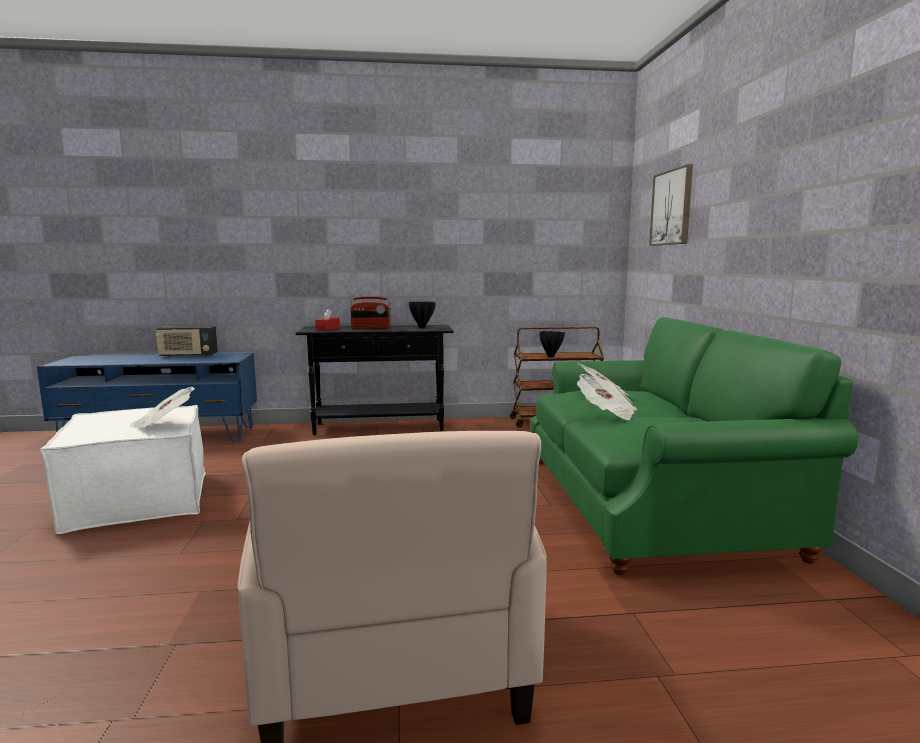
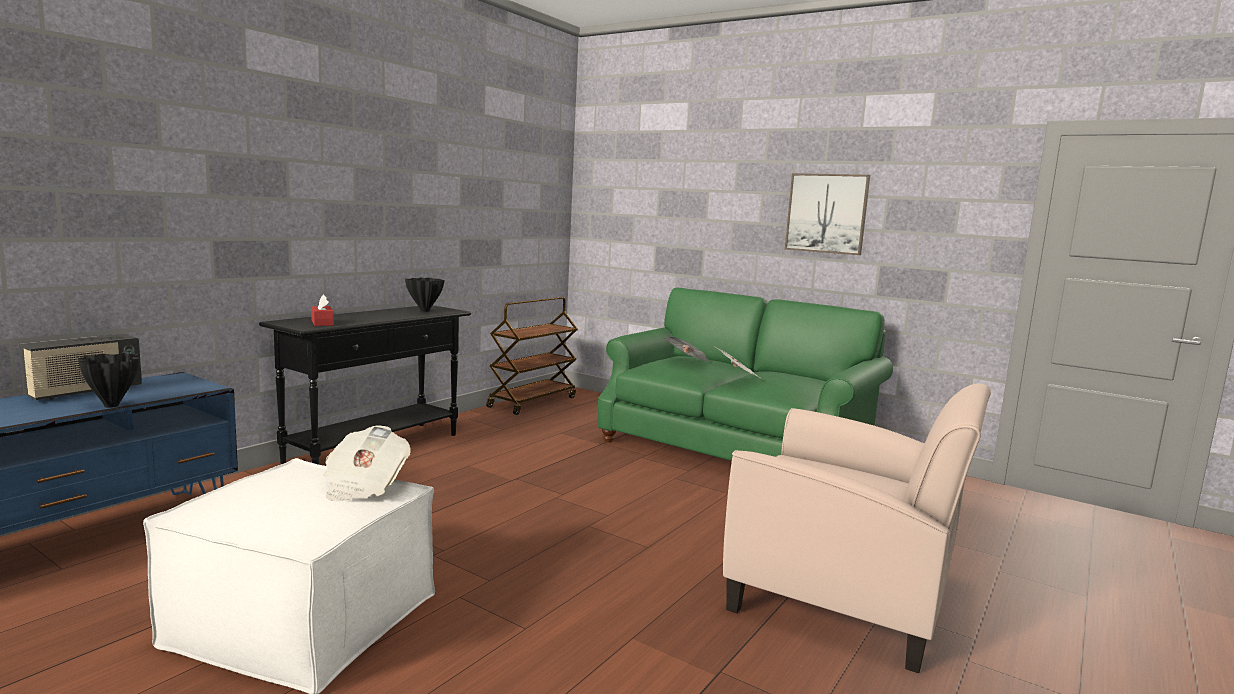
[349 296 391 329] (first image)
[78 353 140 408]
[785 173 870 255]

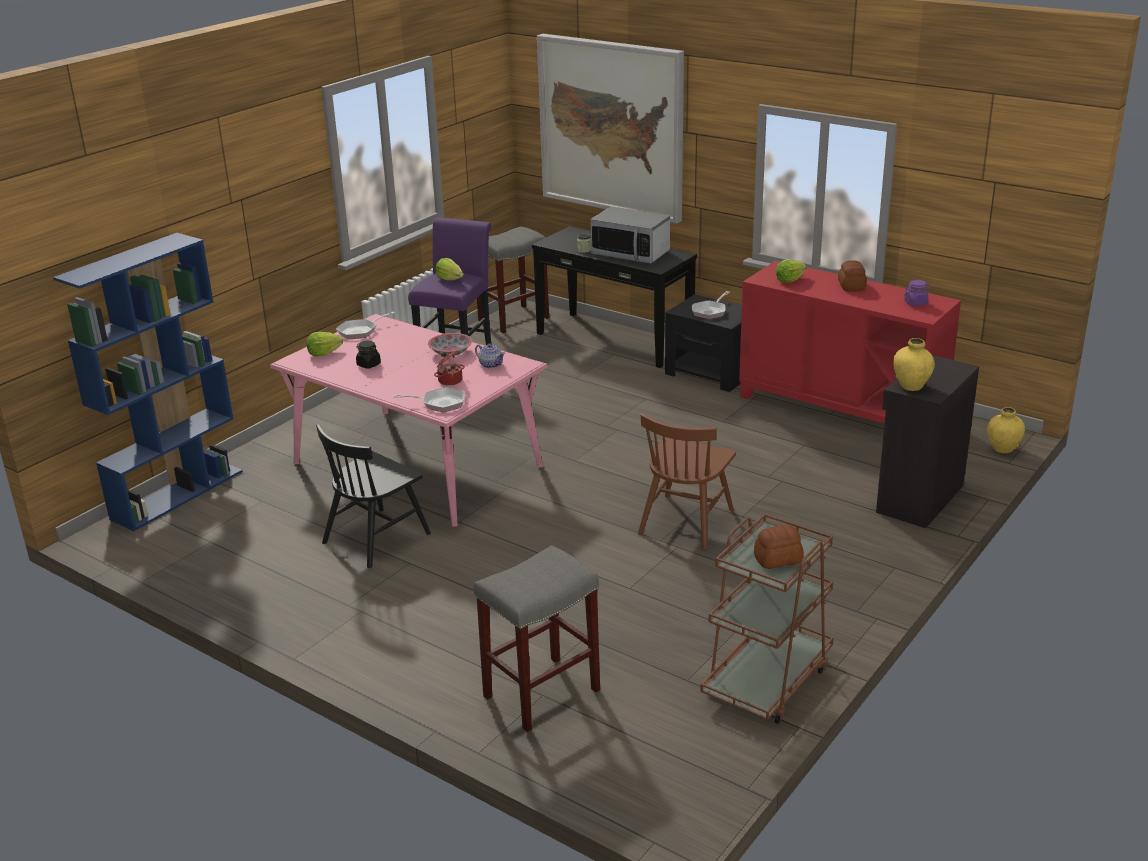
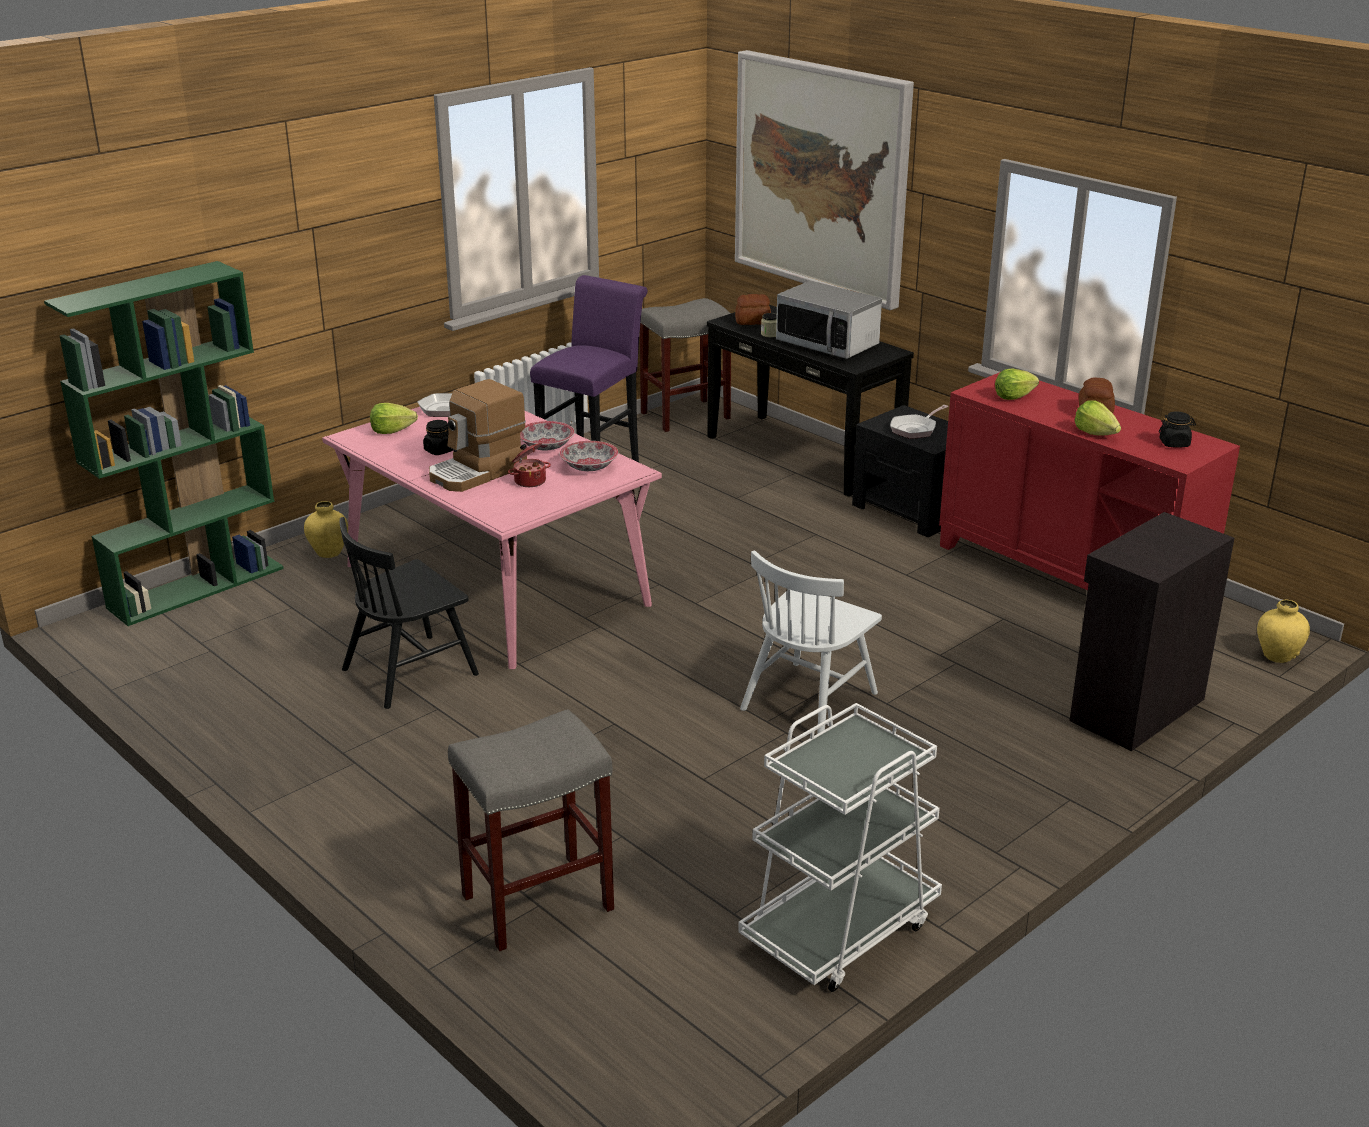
[44 261 284 626]
[393 387 465 412] (first image)
[1075 400 1121 436]
[559 441 618 471]
[740 550 882 734]
[738 703 942 992]
[735 294 771 325]
[304 501 348 558]
[1159 412 1196 448]
[429 379 527 492]

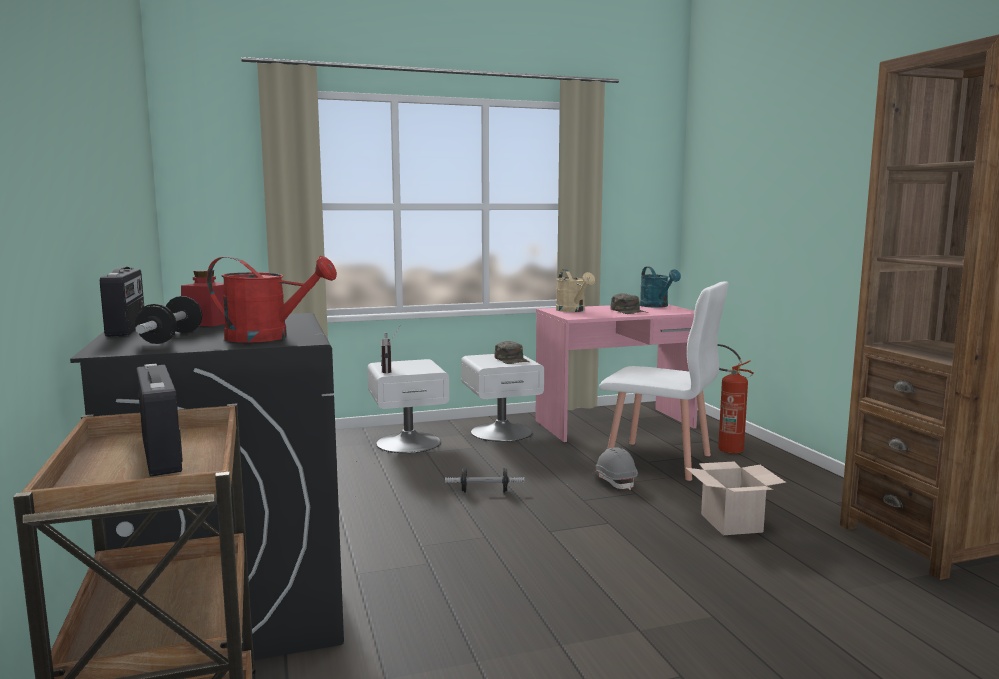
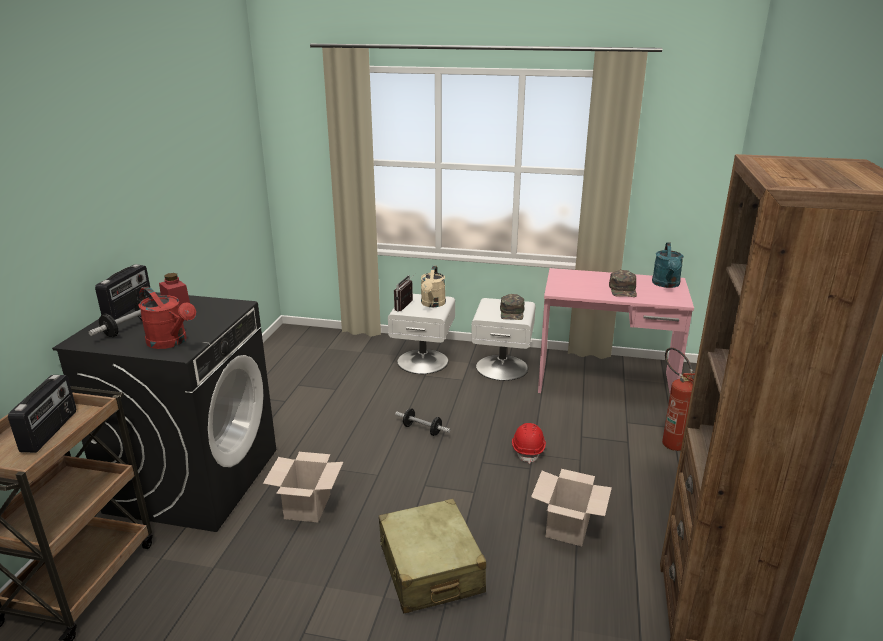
[421 265 446 307]
[512 423 546 464]
[599 281 728 481] (first image)
[263 452 343 523]
[379 498 486 613]

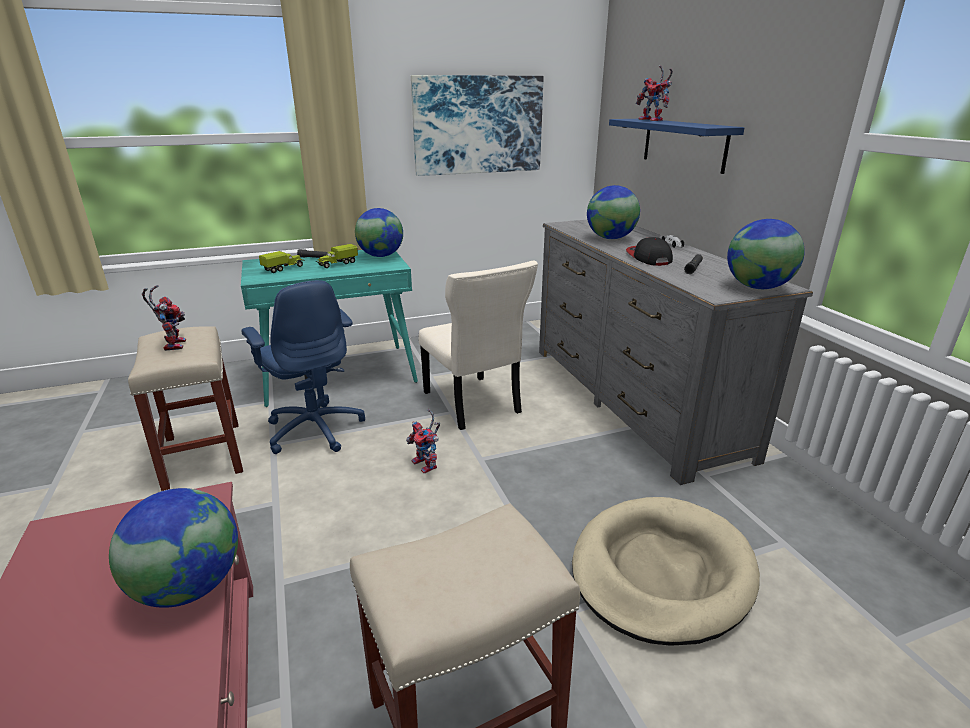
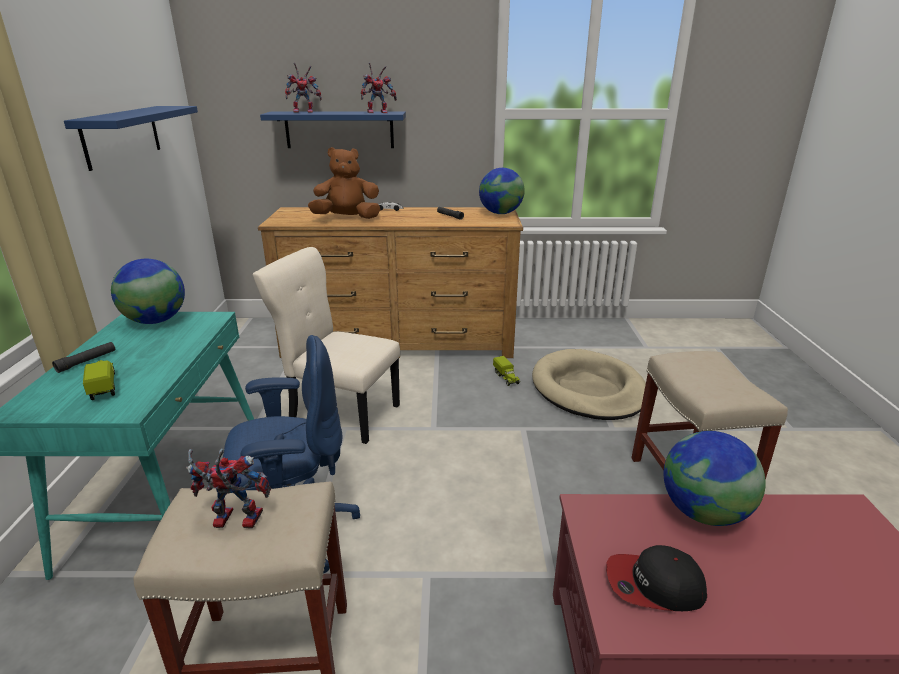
[493 356 520 386]
[361 63 397 113]
[64 106 198 171]
[253 247 400 444]
[258 207 523 358]
[308 147 380 219]
[606 545 707 611]

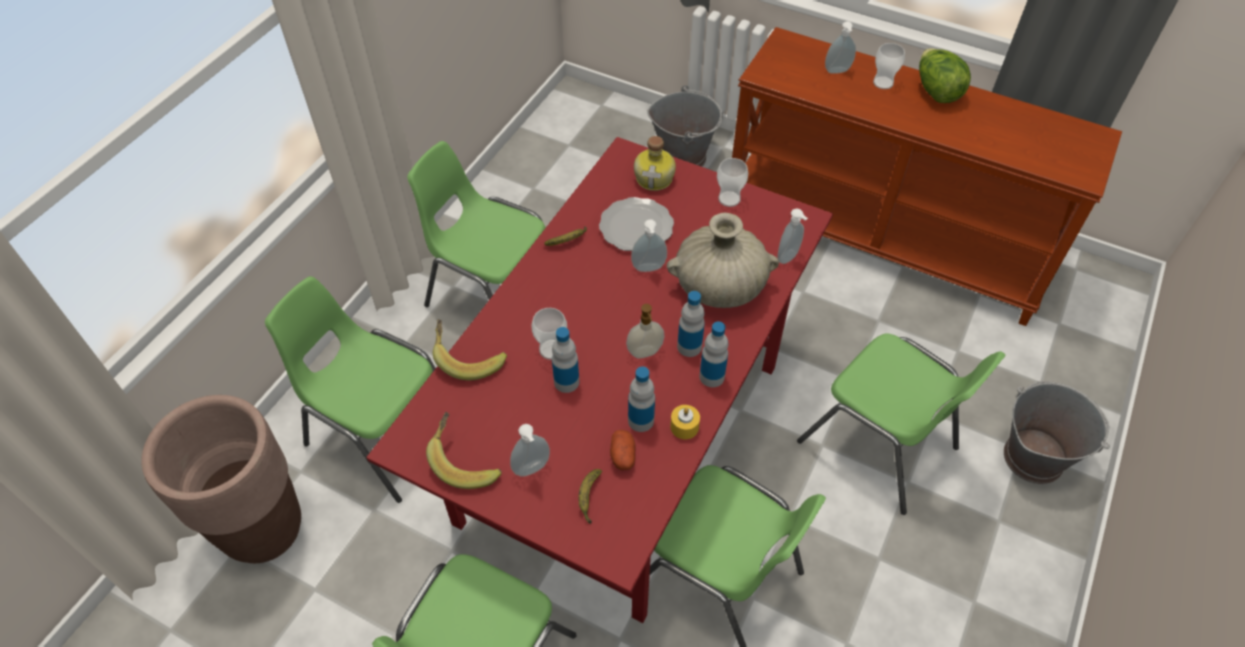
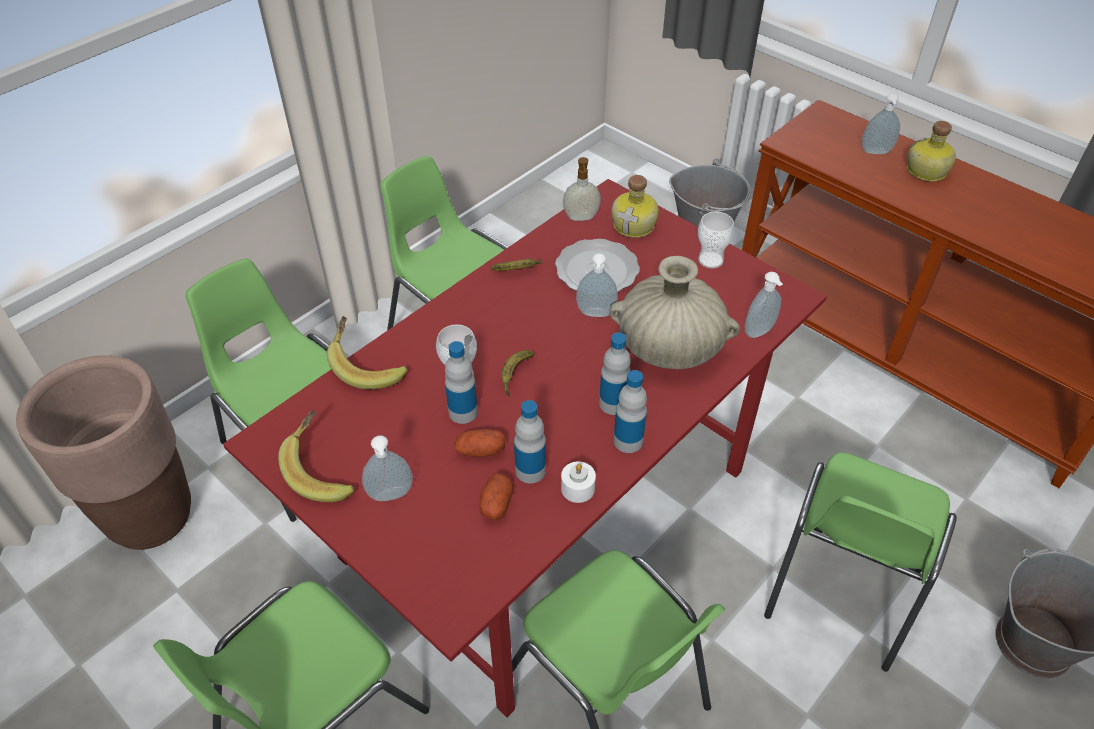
[501 350 535 397]
[563 157 601 221]
[561 462 596 503]
[764 452 957 672]
[907 121 956 181]
[919 48 971 103] (first image)
[454 429 505 457]

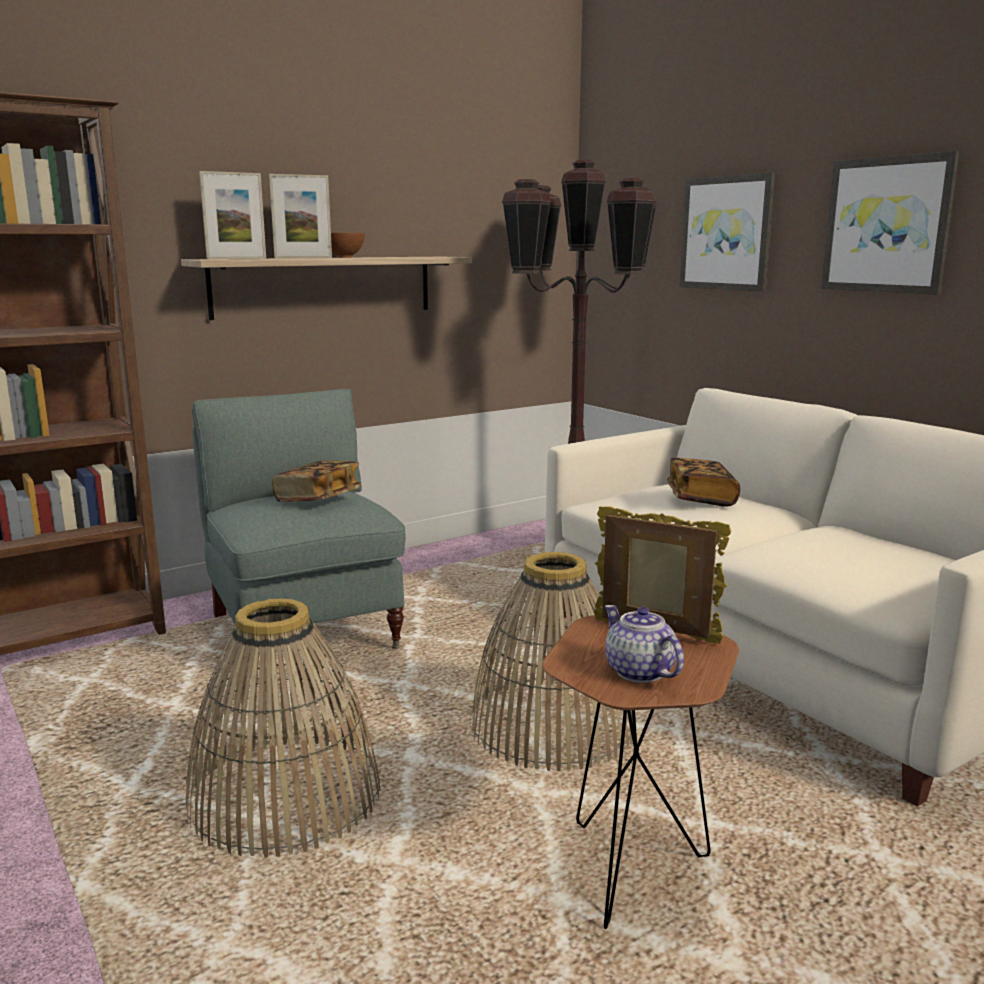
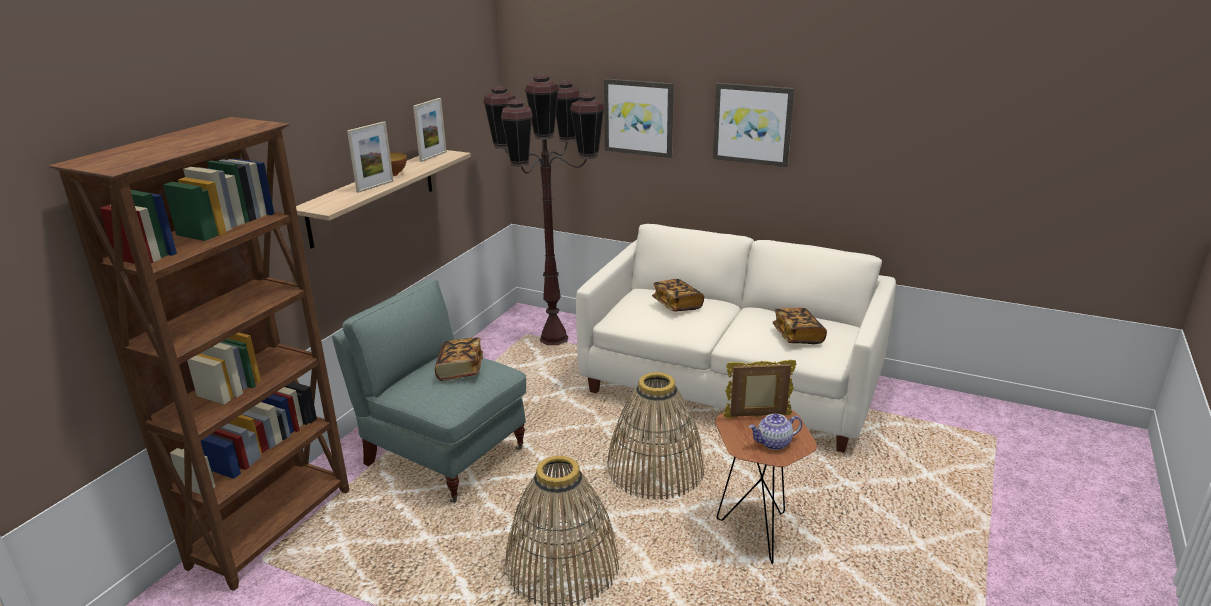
[413 98 447 162]
[749 414 802 450]
[772 308 827 344]

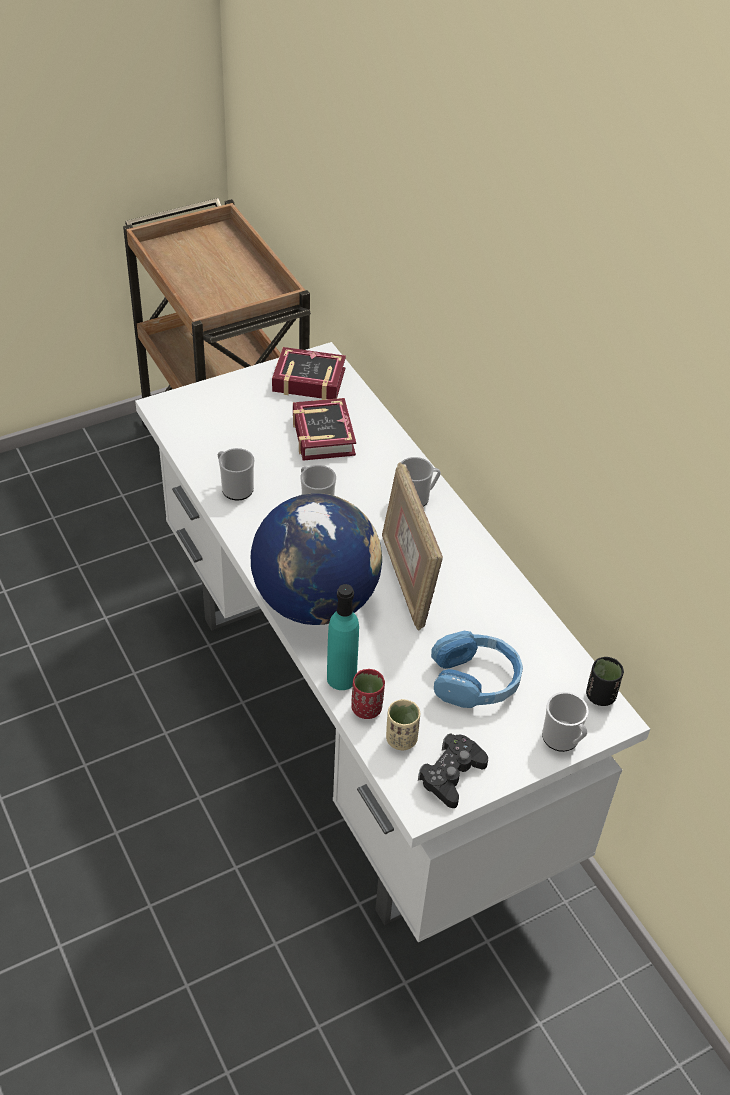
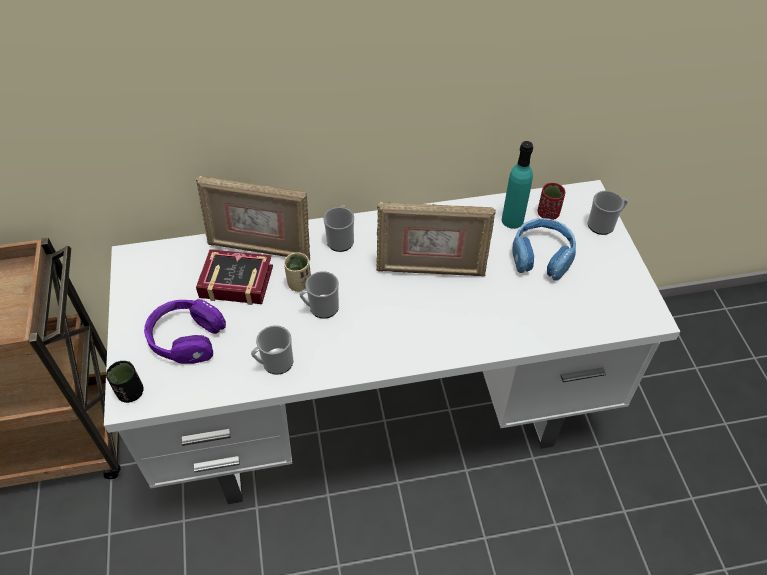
[251 493 382 625] (first image)
[272 347 346 400] (first image)
[502 141 533 229]
[537 183 565 220]
[284 252 311 292]
[418 733 488 808] (first image)
[106 361 143 403]
[144 299 226 364]
[196 176 310 260]

